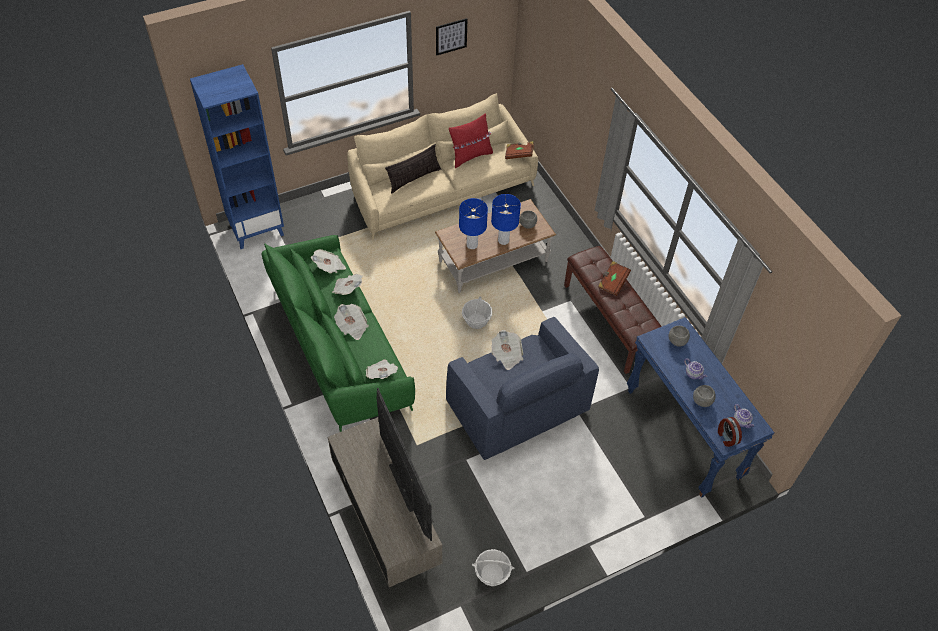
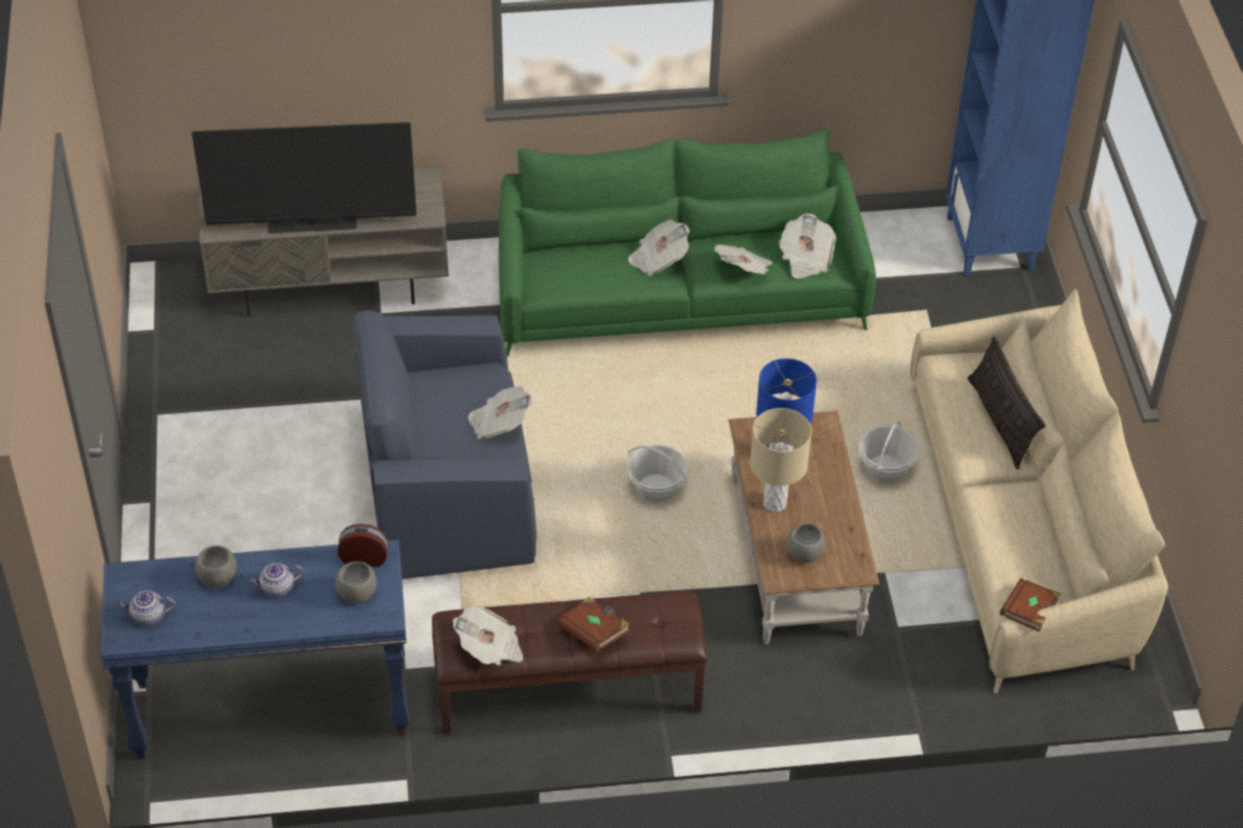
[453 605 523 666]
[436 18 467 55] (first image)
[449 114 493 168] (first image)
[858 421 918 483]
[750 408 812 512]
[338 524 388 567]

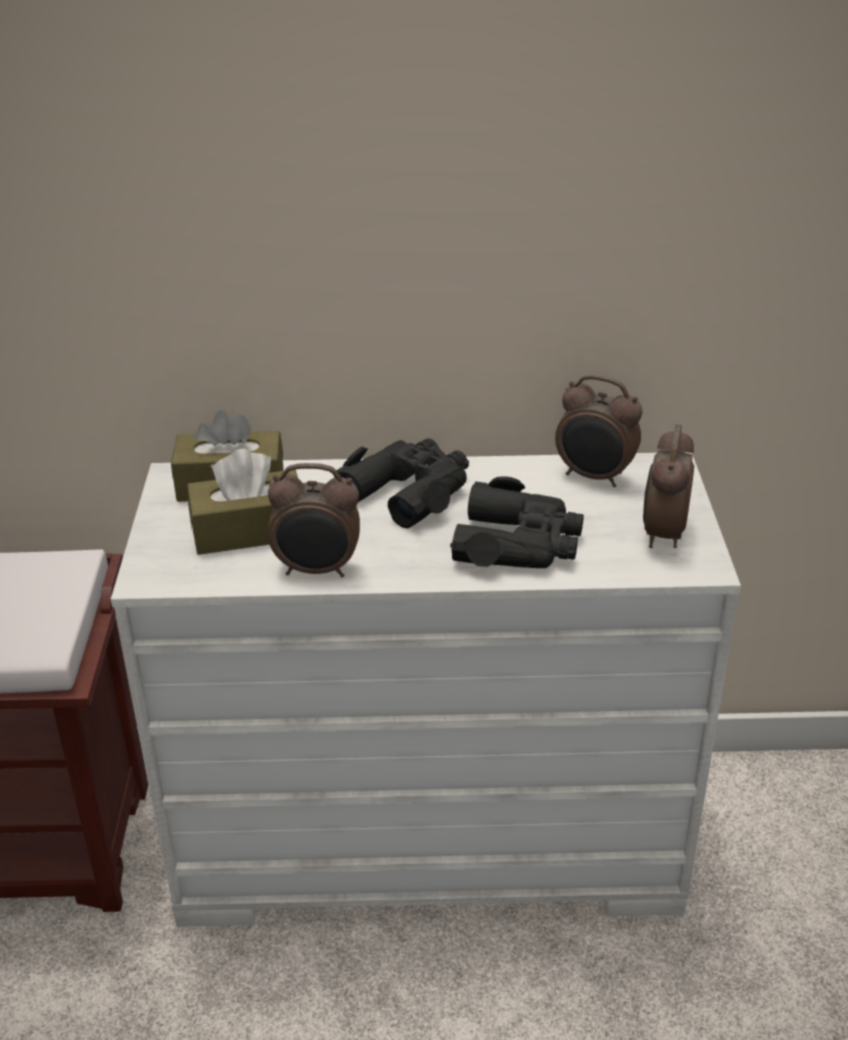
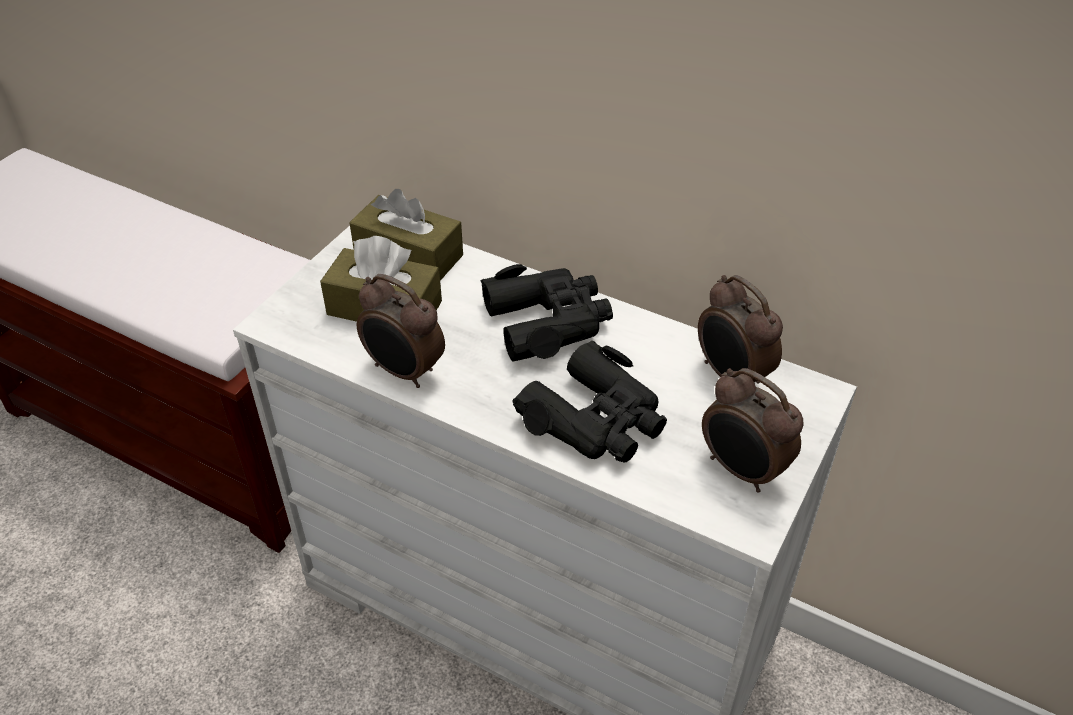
[702 368 803 493]

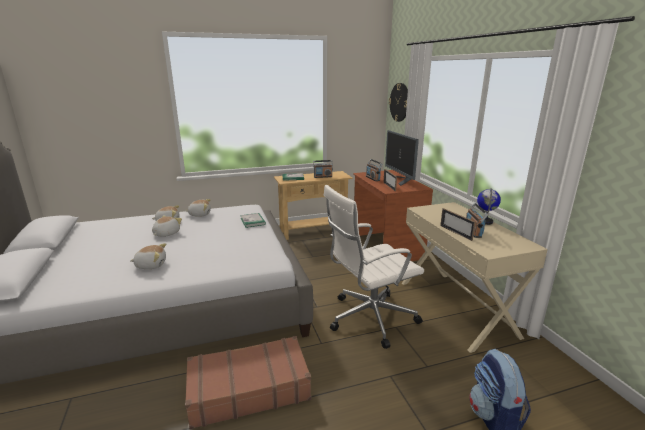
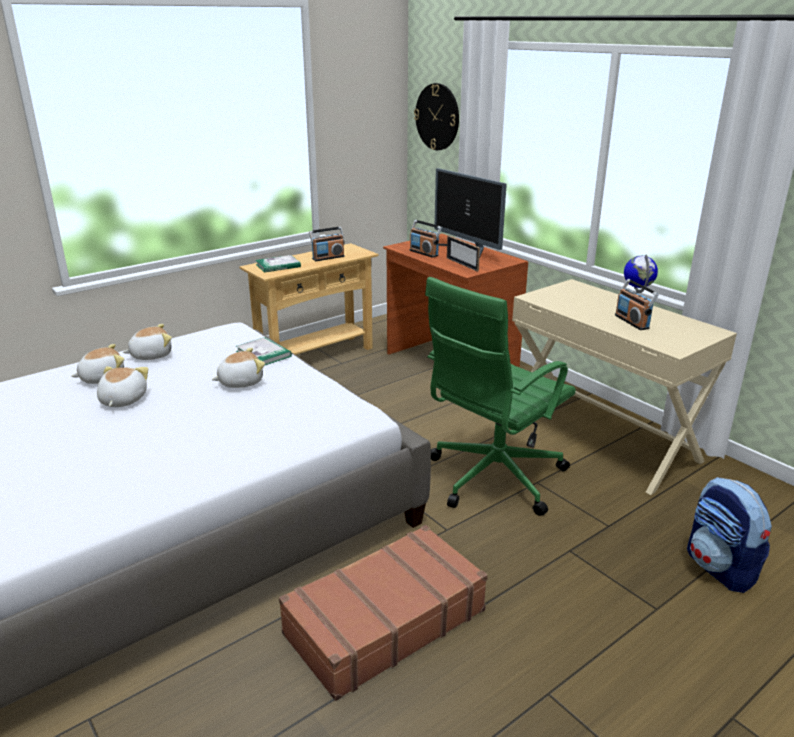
[212 348 265 388]
[425 277 576 516]
[440 208 476 241] (first image)

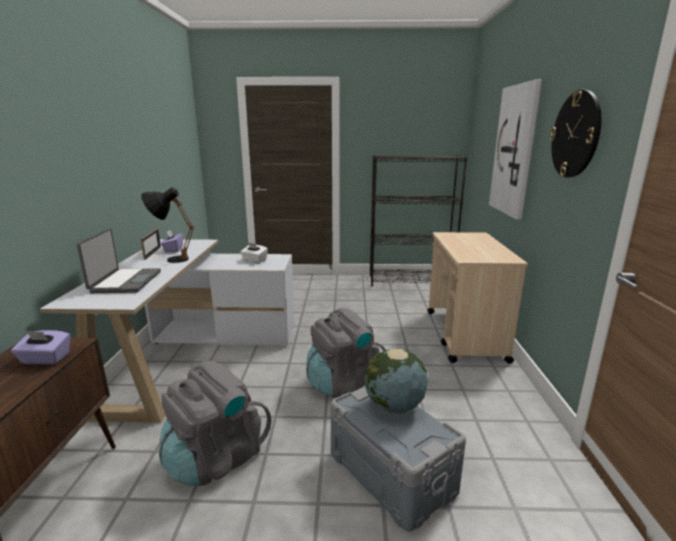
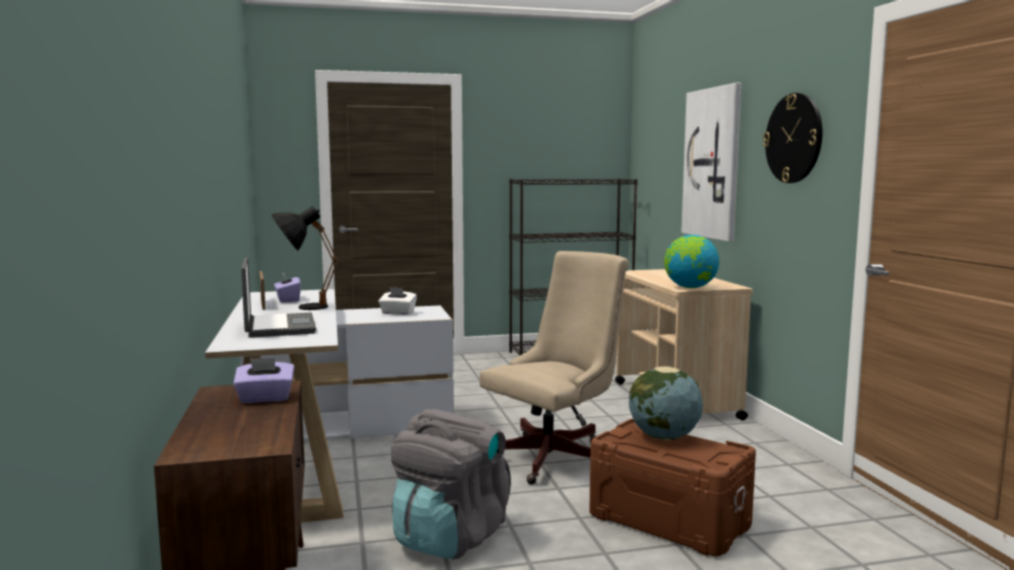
[479 251 629 484]
[589 419 756 557]
[664 235 719 288]

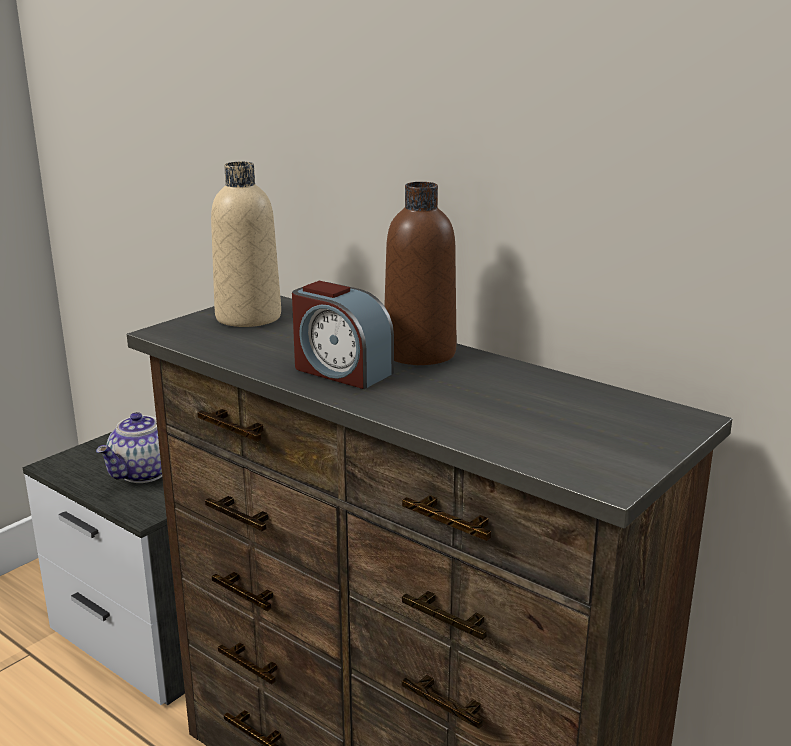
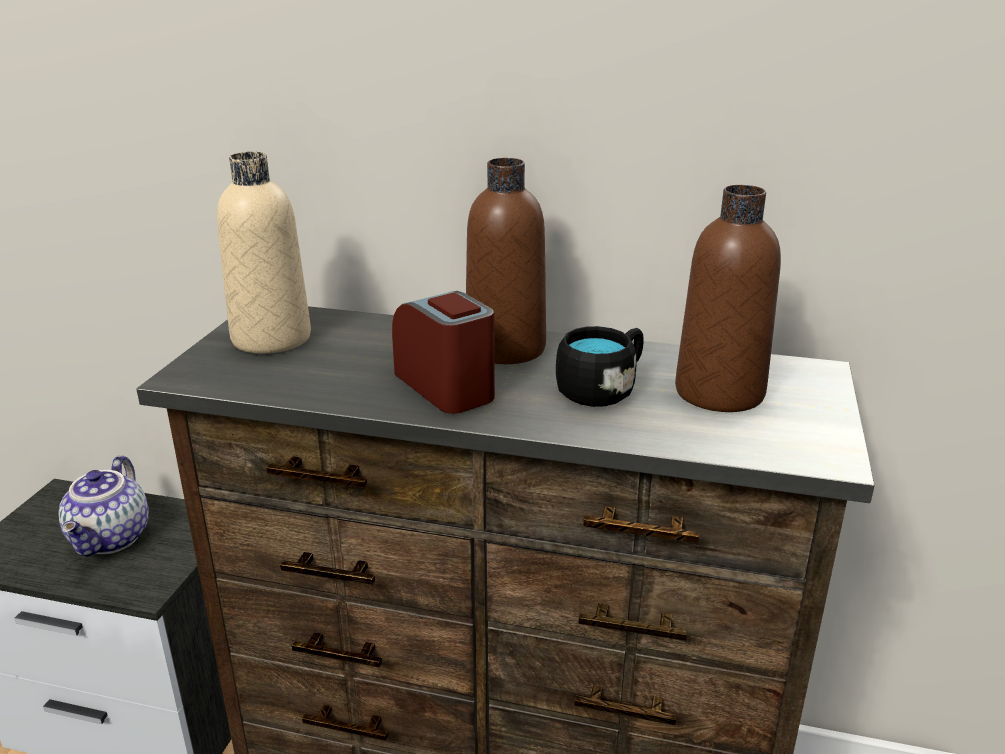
[392 291 495 414]
[556 326 644 407]
[675 185 781 412]

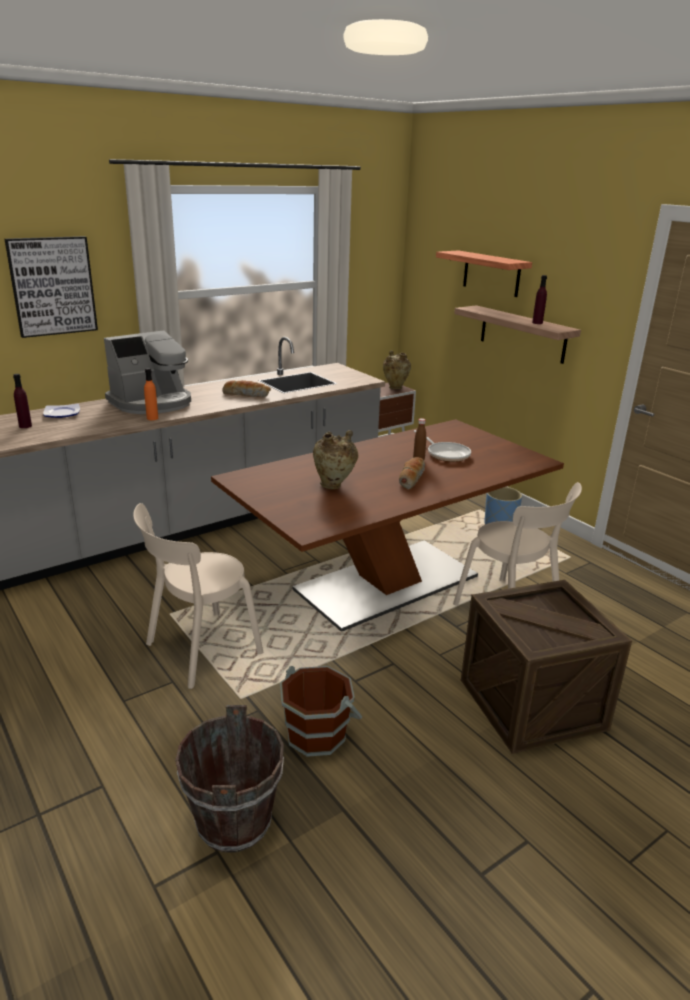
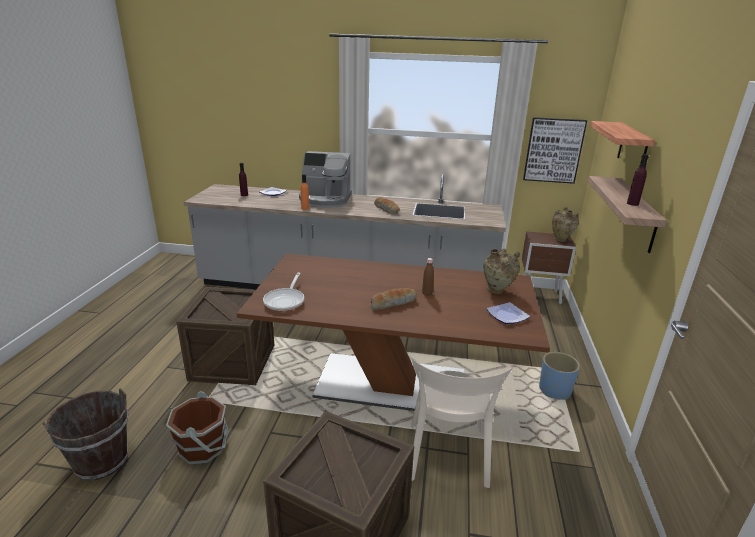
[523 117 587 184]
[176 287 274 385]
[483 249 520 294]
[263 272 304 311]
[486 302 530 324]

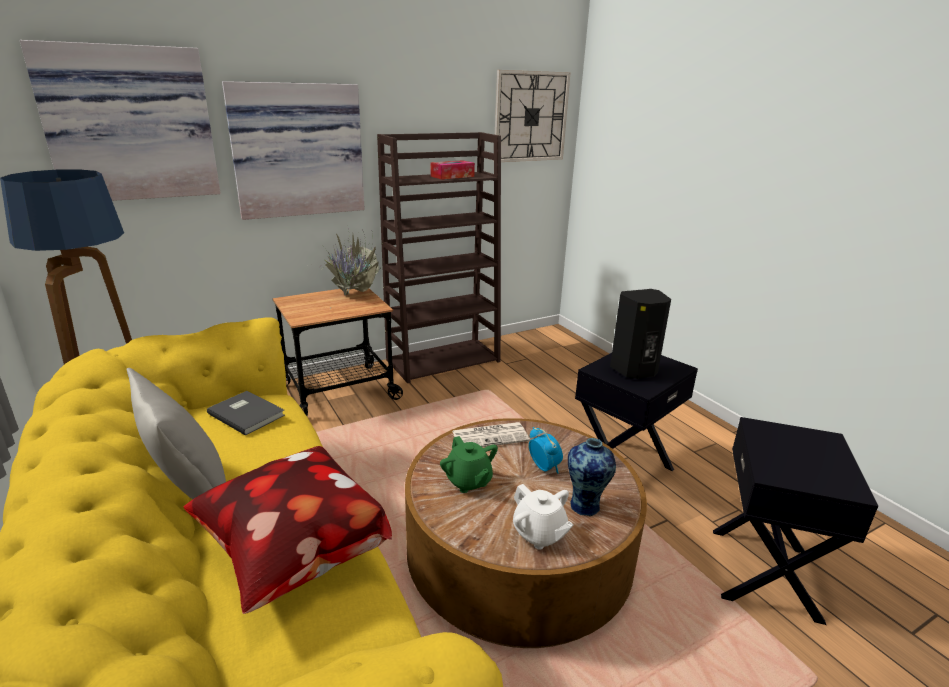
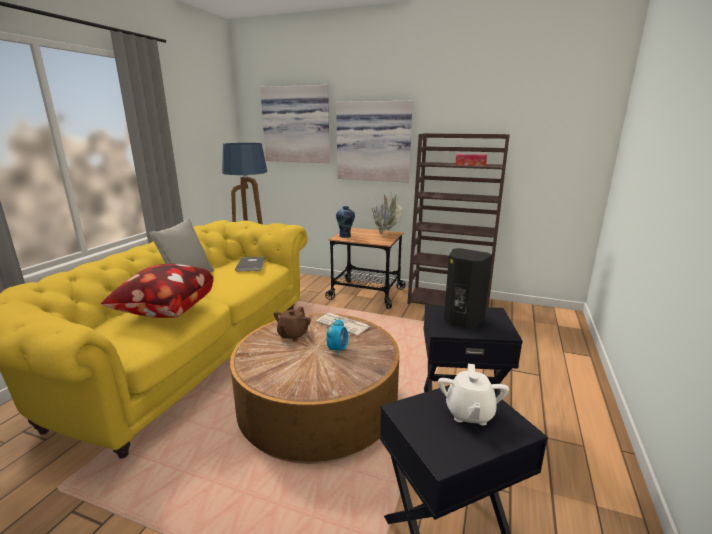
[274 306 311 341]
[493 70 571 162] (first image)
[438 364 509 425]
[336 206 355 238]

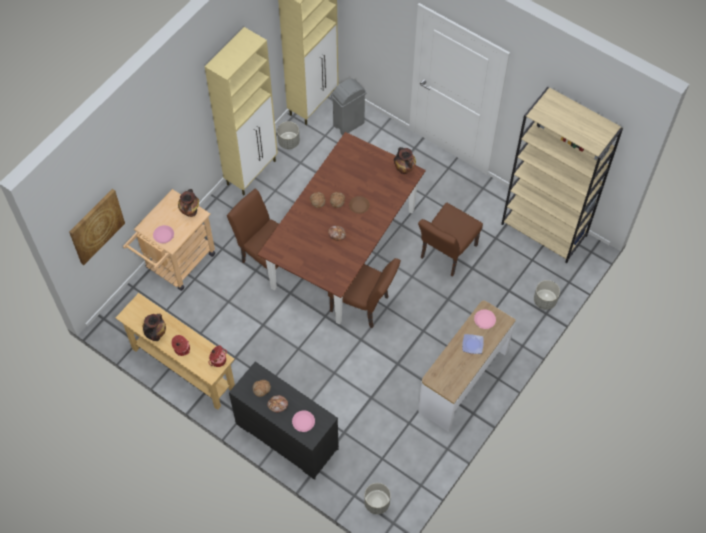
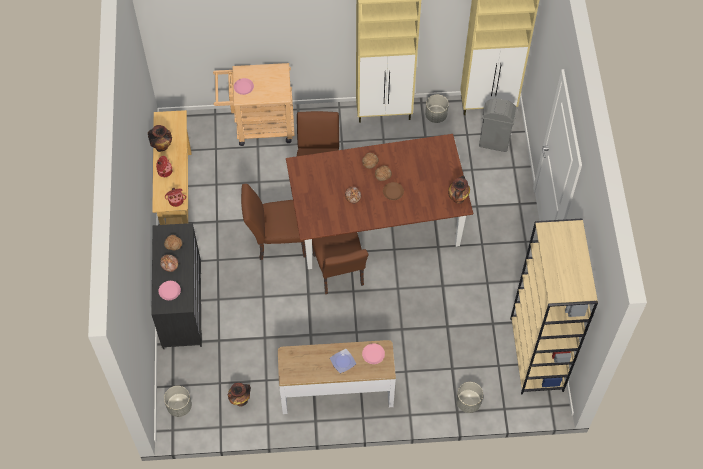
[69 189 125 265] (first image)
[228 383 251 406]
[241 184 306 260]

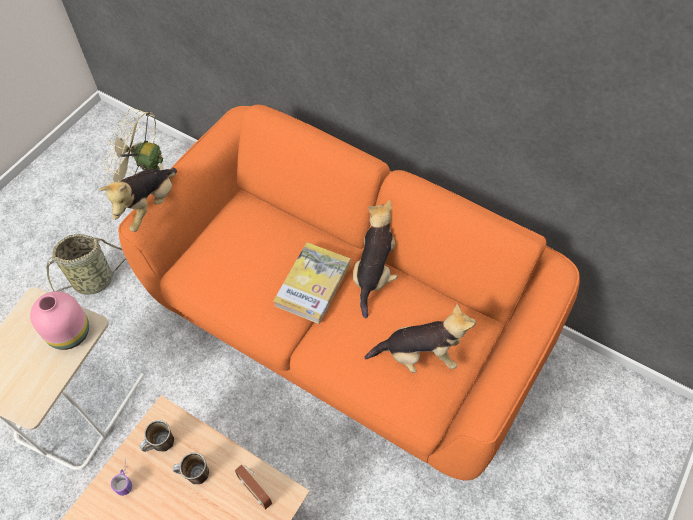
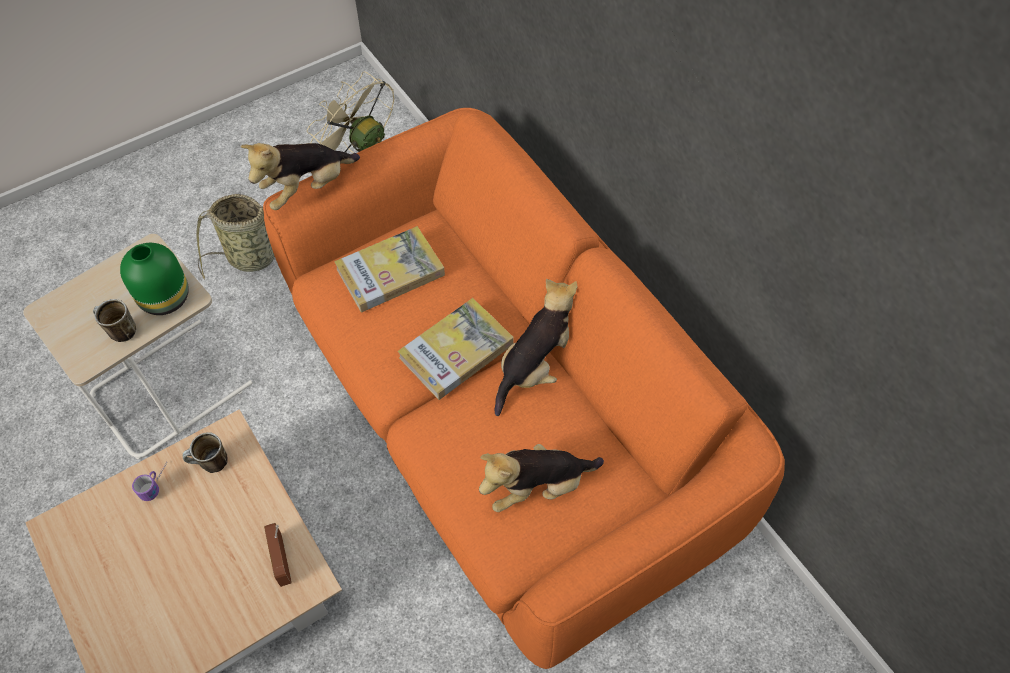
[120 243 189 315]
[93 299 136 342]
[479 444 604 512]
[334 226 445 312]

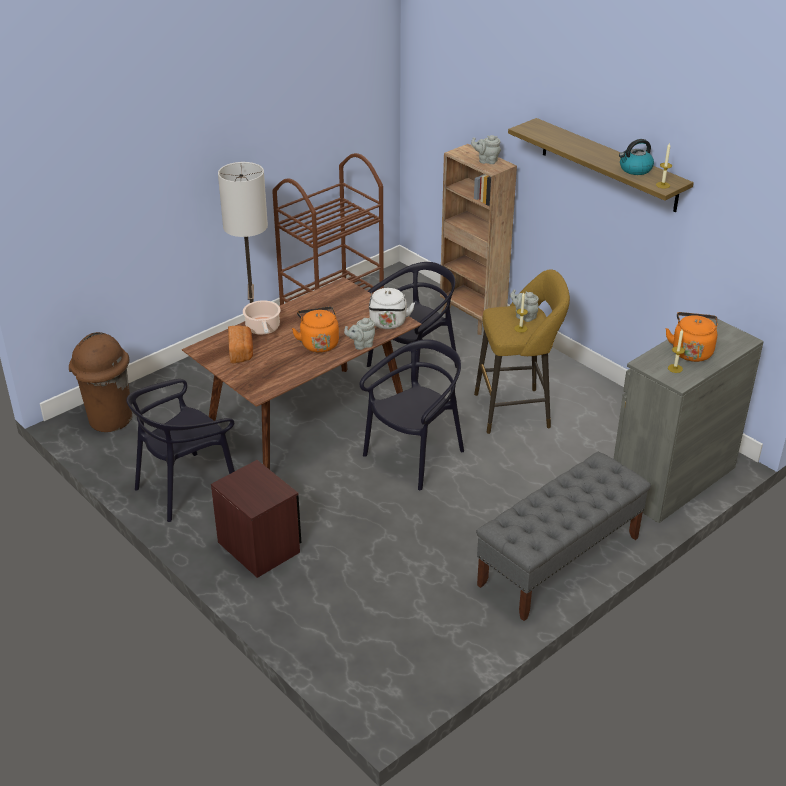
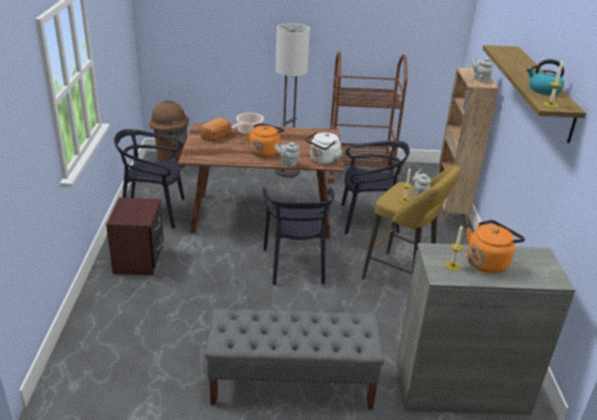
[263 188 335 285]

